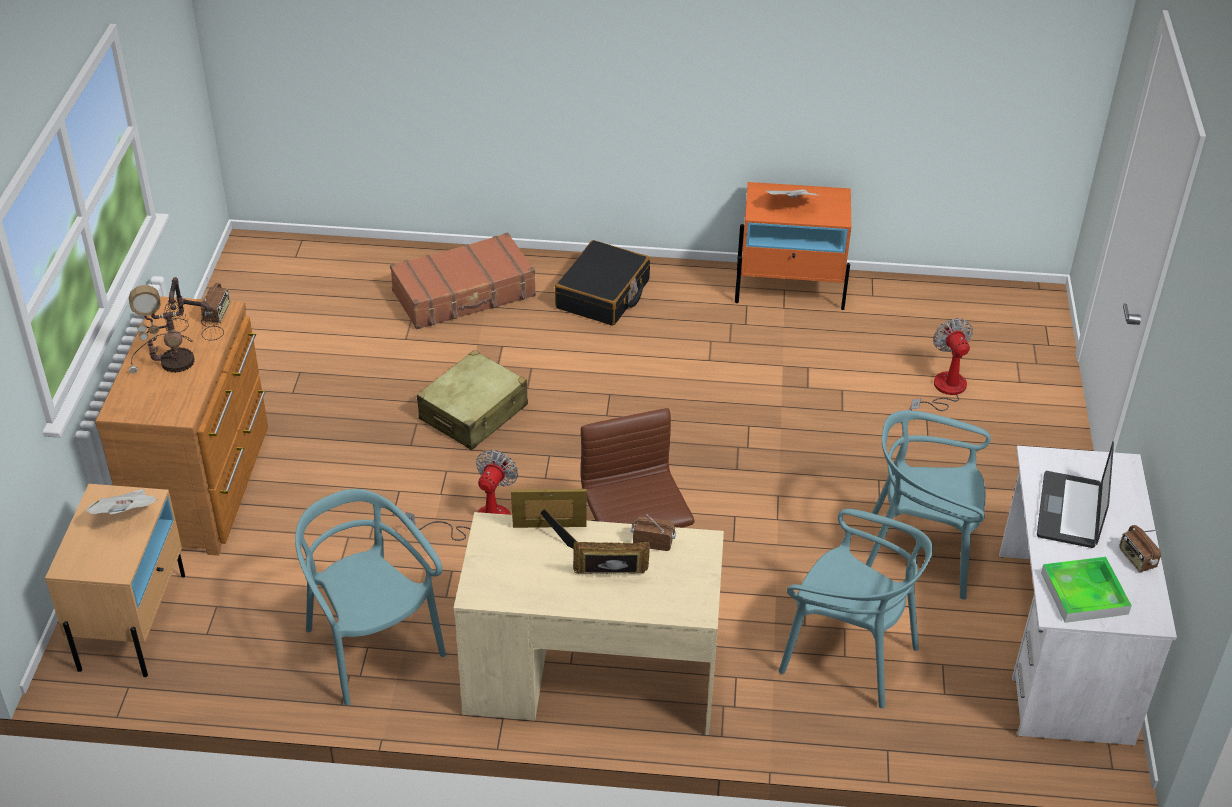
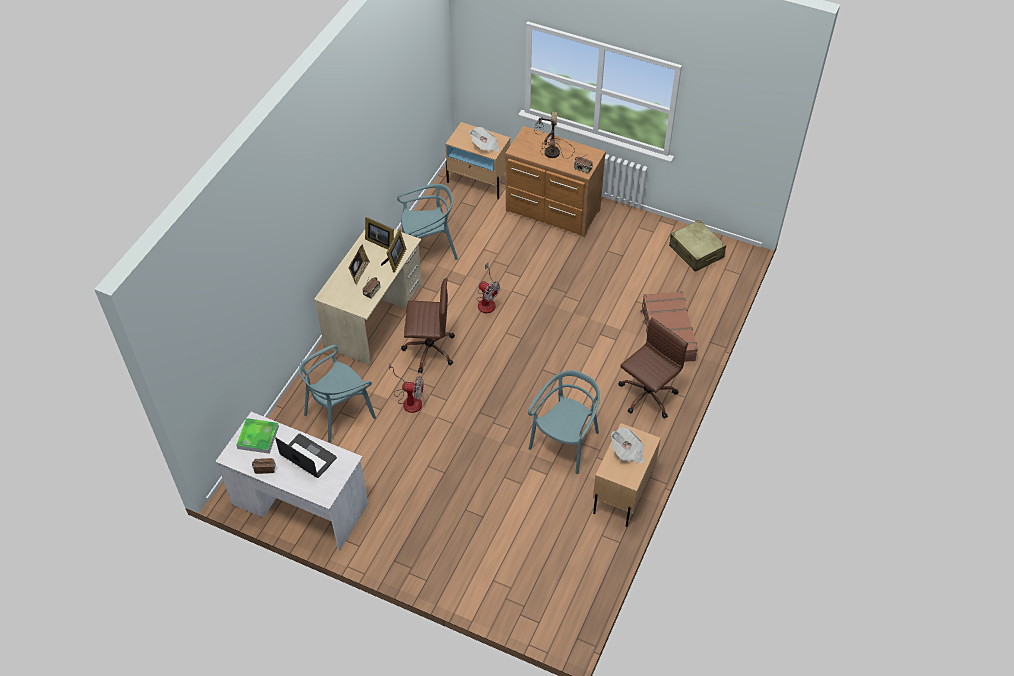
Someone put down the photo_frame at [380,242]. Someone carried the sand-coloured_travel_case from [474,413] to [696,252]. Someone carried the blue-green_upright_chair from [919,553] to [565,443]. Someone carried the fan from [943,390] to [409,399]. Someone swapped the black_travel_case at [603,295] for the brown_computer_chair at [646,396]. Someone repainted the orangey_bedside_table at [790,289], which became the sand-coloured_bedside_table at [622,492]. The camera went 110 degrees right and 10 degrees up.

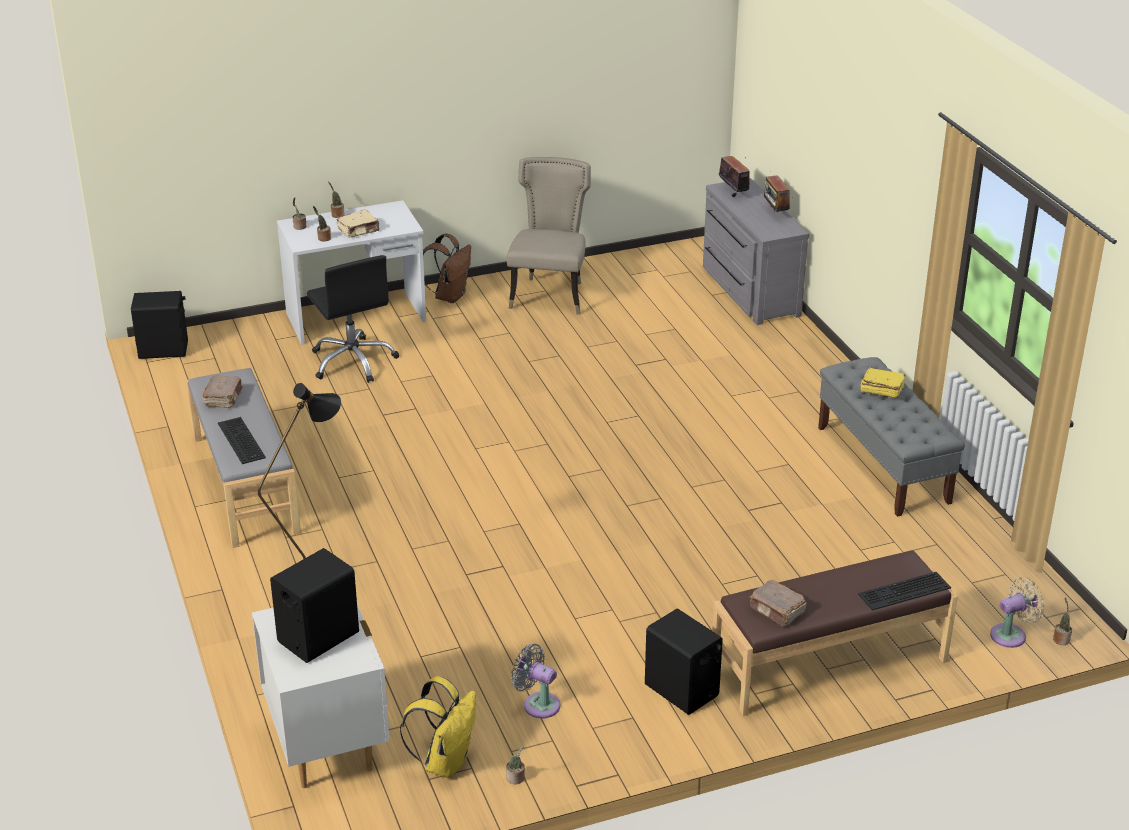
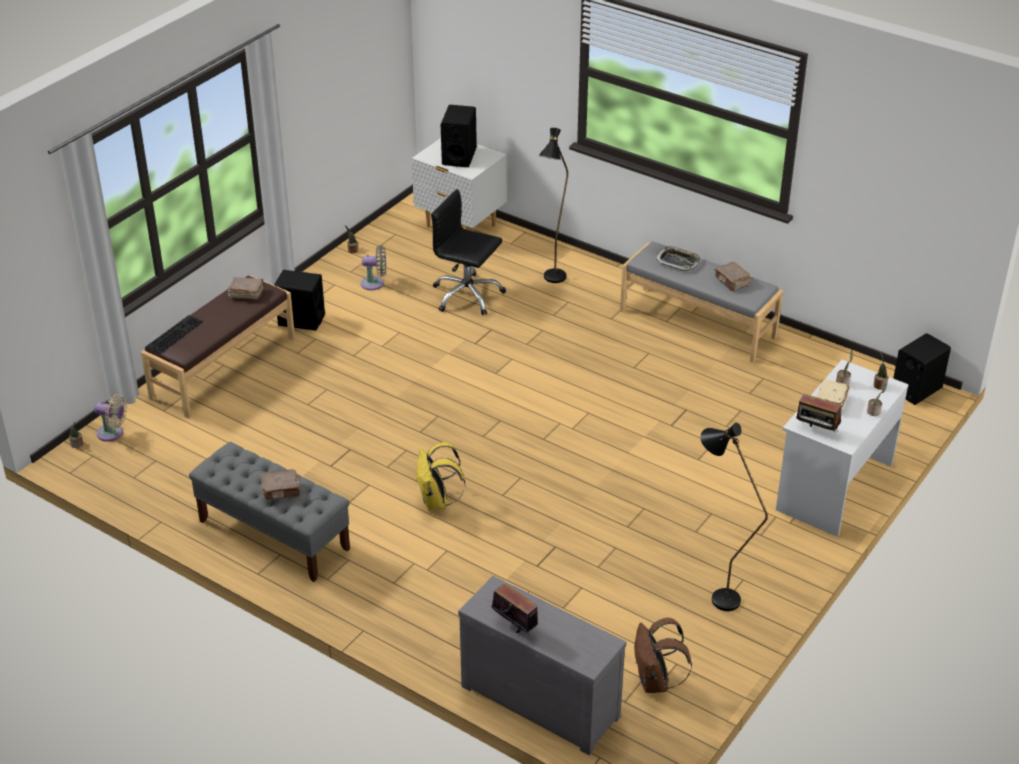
Someone carried the black_computer_chair from [353,361] to [467,295]. Someone carried the yellowish_backpack from [445,762] to [437,502]. Someone carried the brown_backpack from [449,296] to [655,682]. Someone carried the radio_receiver from [733,193] to [816,430]. Someone swapped the keyboard at [239,440] for the tray at [678,262]. Someone swapped the sand-coloured_upright_chair at [550,294] for the black_standing_lamp at [716,596]. Someone repainted the yellowish_volume at [881,390], which became the brown_volume at [281,491]. Someone rotated the sand-coloured_fan at [1011,635] by 105 degrees counterclockwise. The camera went 145 degrees right and 5 degrees up.

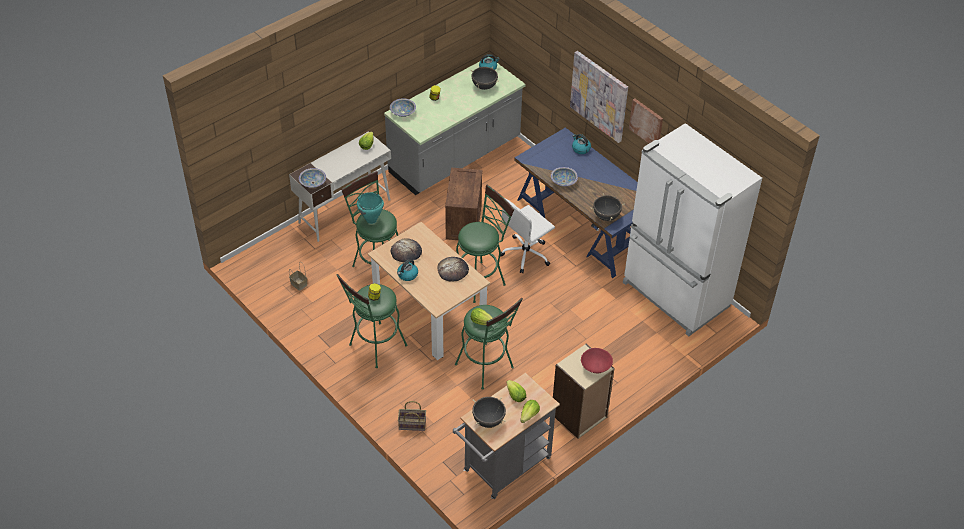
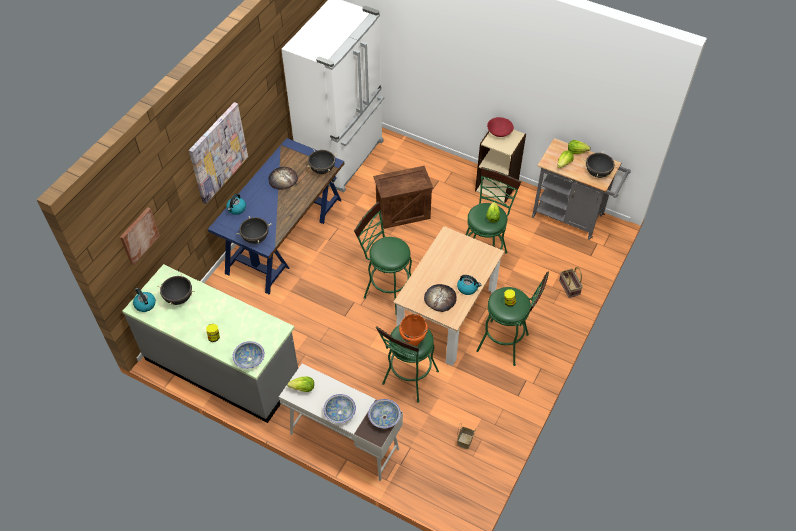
Someone took away the whitish_computer_chair at [526,254]. Someone put down the black_saucepot at [255,238]. Someone carried the bakery_bread from [453,270] to [283,179]. Someone carried the packing_crate from [464,222] to [403,212]. Someone carried the deep_dish from [563,181] to [340,412]. Someone carried the wall_picture from [646,122] to [139,235]. Someone repainted the blue-green_saucepot at [371,220], which became the orangey_saucepot at [413,342]. The camera went 110 degrees left and 5 degrees up.

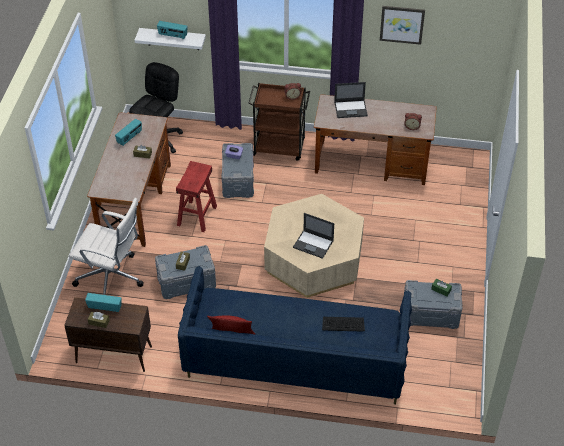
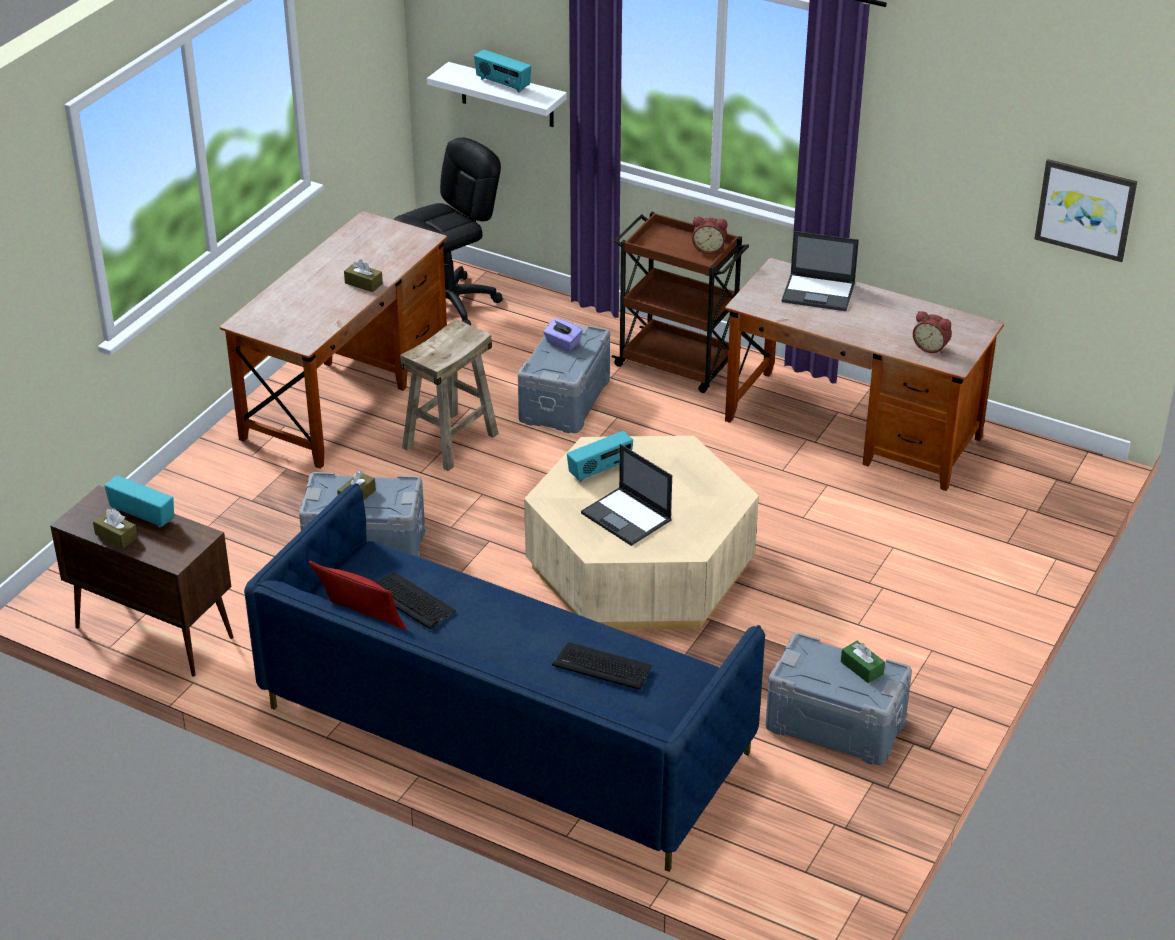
Someone took away the whitish_computer_chair at [112,278]. Someone put down the keyboard at [411,601]. Someone carried the radio_receiver from [129,138] to [600,470]. Someone carried the wall_picture from [402,24] to [1085,209]. Someone repainted the red-coloured_stool_seat at [197,216], which became the sand-coloured_stool_seat at [450,441]. The camera went 20 degrees right and 10 degrees down.

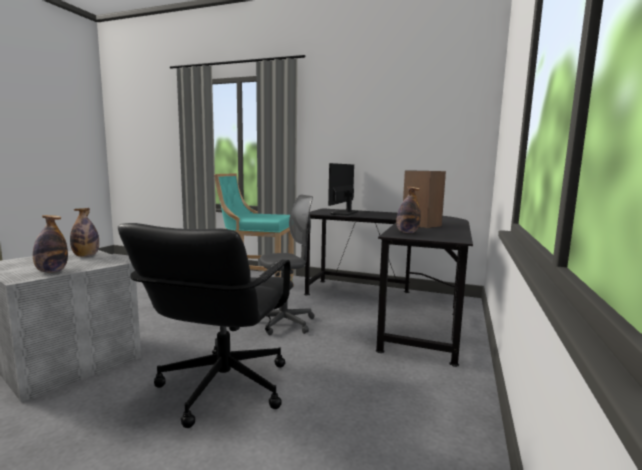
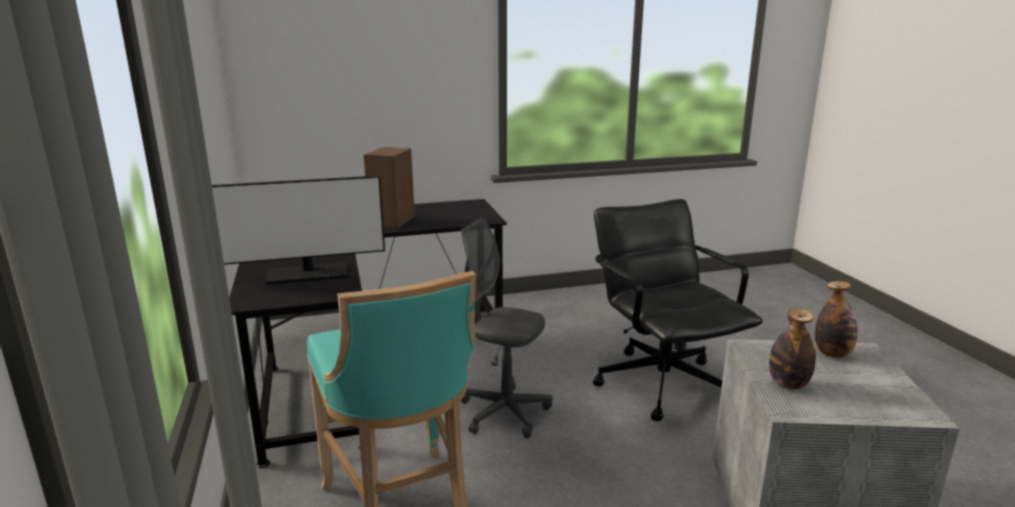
Someone took away the beverage_bottle at [407,232]. Someone rotated the black_computer_chair at [222,386] by 90 degrees counterclockwise. The camera went 125 degrees left and 10 degrees up.

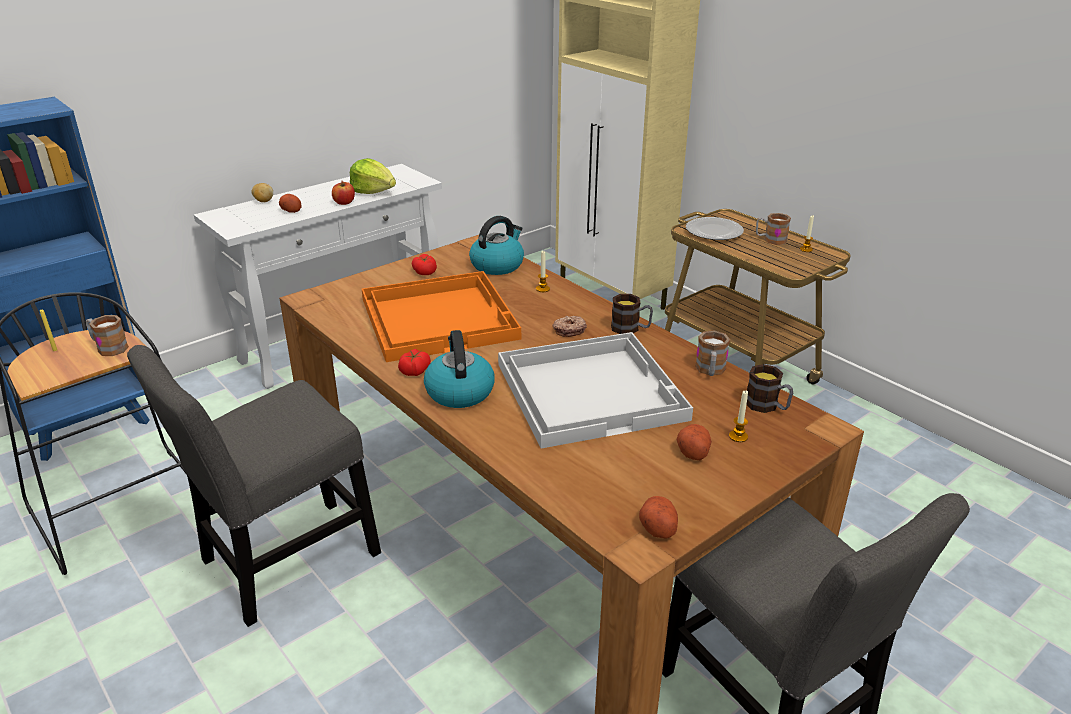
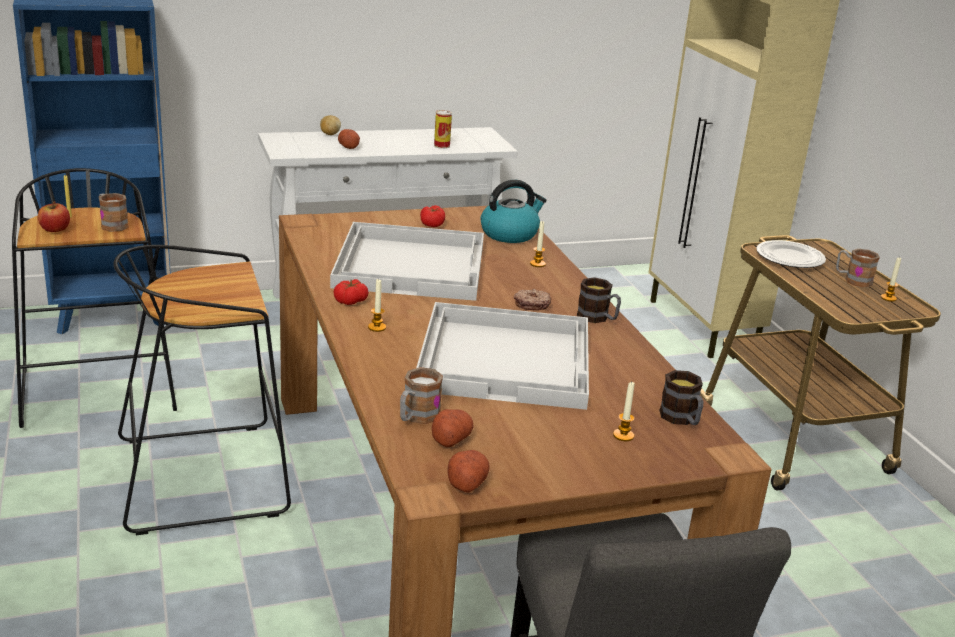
Someone carried the apple from [344,202] to [55,229]. Someone carried the whole_potato from [692,451] to [451,438]. Someone carried the tea_mug from [710,371] to [416,417]. Someone swapped the gray_upright_chair at [283,562] for the black_stool_seat at [205,475]. Someone swapped the head_of_lettuce at [373,191] for the can at [442,146]. Someone swapped the water_kettle at [459,391] for the wax_light at [377,327]. Someone repainted the orangey_tray at [439,318], which became the whitish_tray at [412,264]. The camera went 20 degrees right and 5 degrees down.

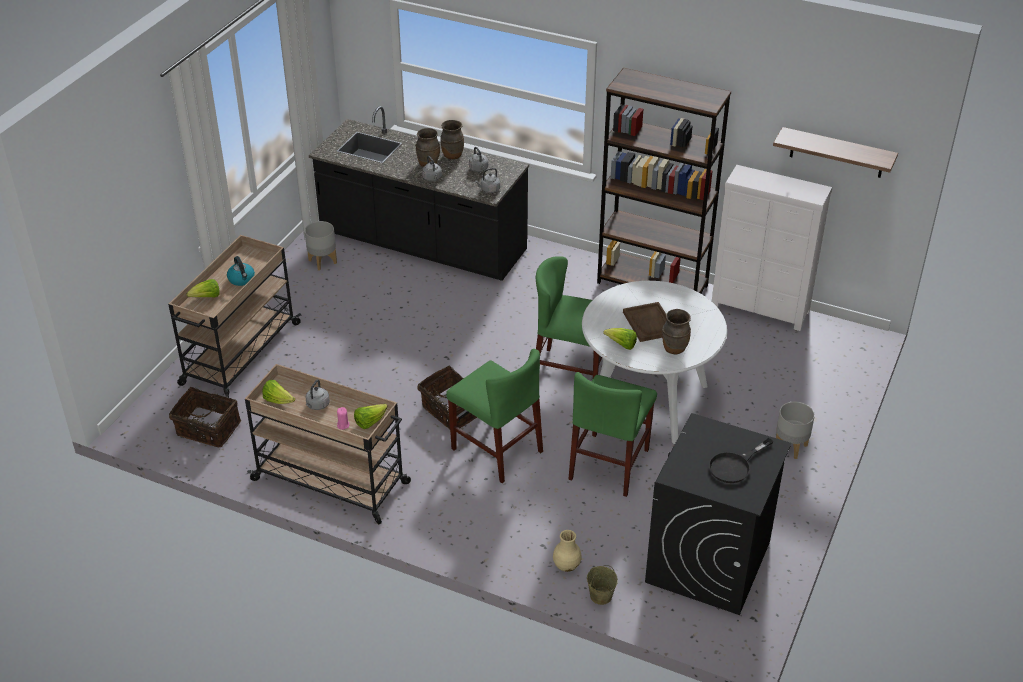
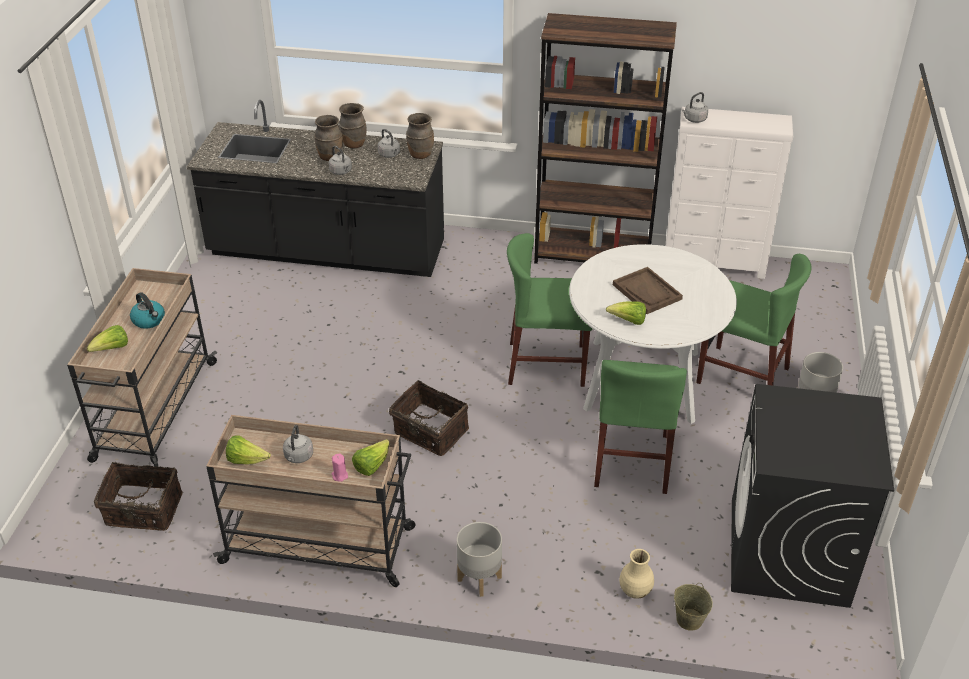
Someone took away the black_frying_pan at [735,465]. Someone took away the shelf at [837,153]. Someone carried the gray_plant_pot from [322,262] to [479,579]. Someone carried the greenish_upright_chair from [496,450] to [742,375]. Someone carried the gray_water_kettle from [489,190] to [694,119]. Someone carried the brown_vase from [674,348] to [420,154]. The camera went 15 degrees left and 0 degrees up.

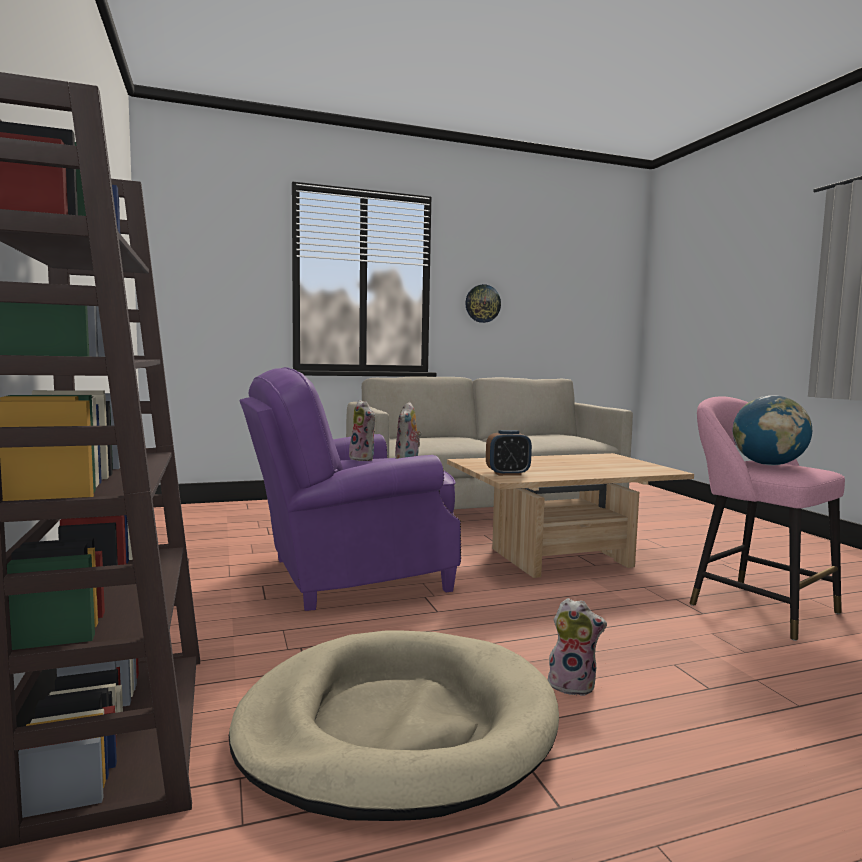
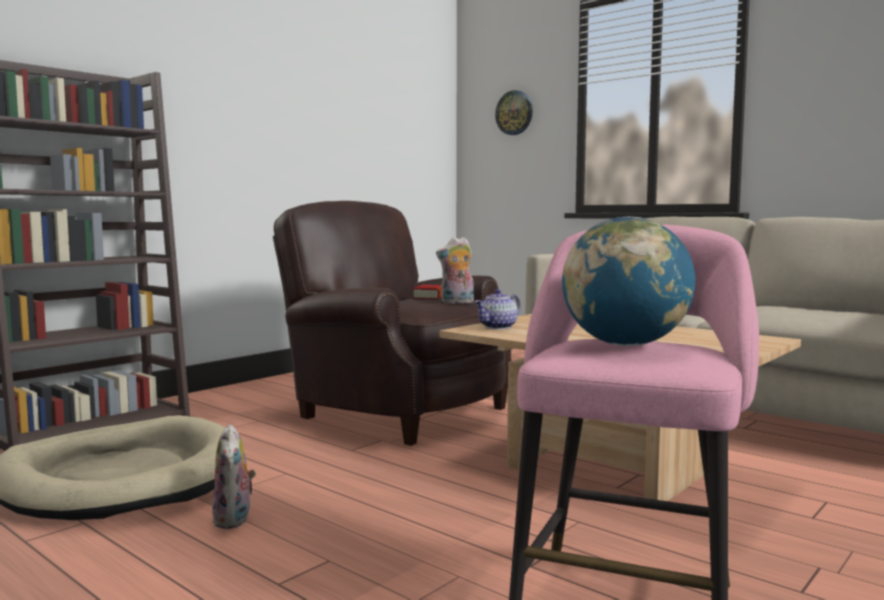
Someone carried the clock_on_the_wall from [482,303] to [514,113]. Someone swapped the soft_toy at [364,459] for the volume at [430,297]. Someone swapped the table_clock at [507,474] for the pot_for_tea at [498,327]. Someone repainted the purple_easy_chair at [349,575], which became the brown_easy_chair at [396,411]. The camera went 60 degrees right and 0 degrees up.

